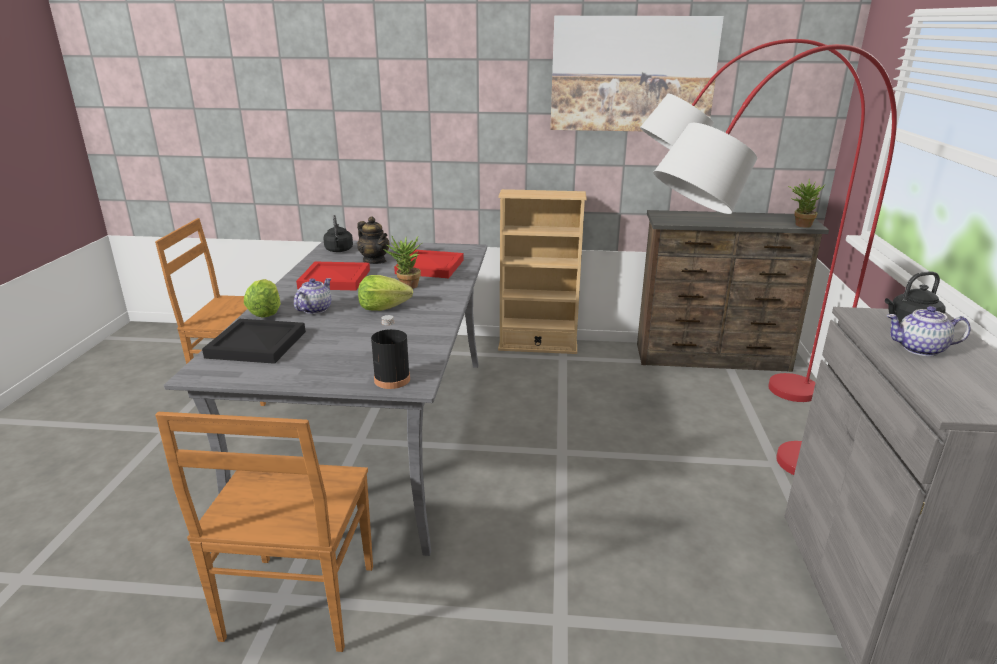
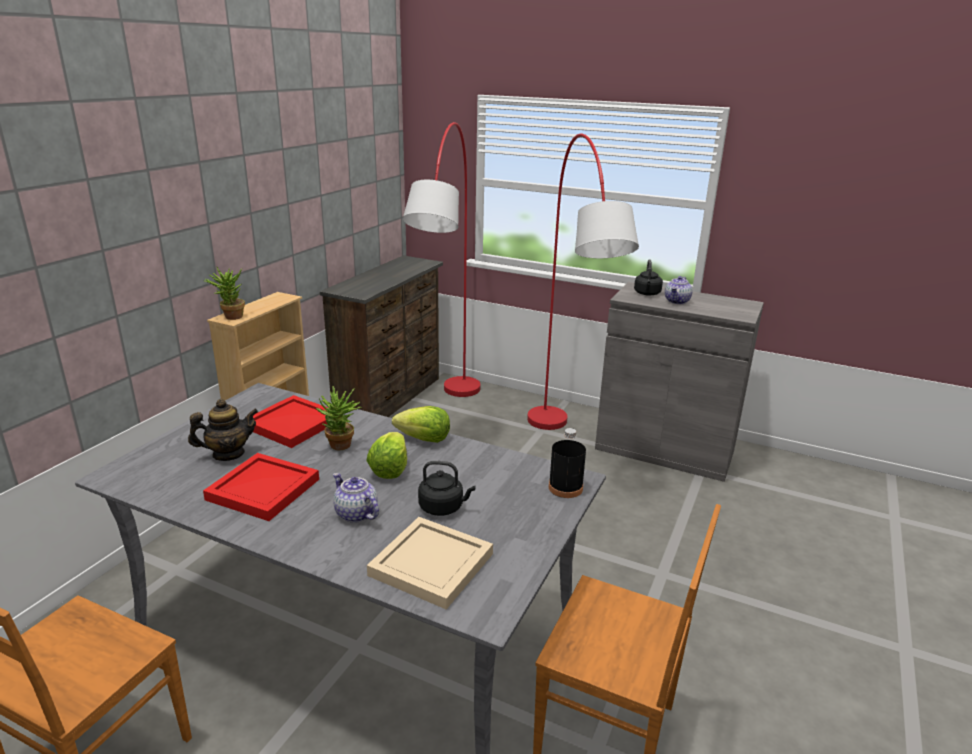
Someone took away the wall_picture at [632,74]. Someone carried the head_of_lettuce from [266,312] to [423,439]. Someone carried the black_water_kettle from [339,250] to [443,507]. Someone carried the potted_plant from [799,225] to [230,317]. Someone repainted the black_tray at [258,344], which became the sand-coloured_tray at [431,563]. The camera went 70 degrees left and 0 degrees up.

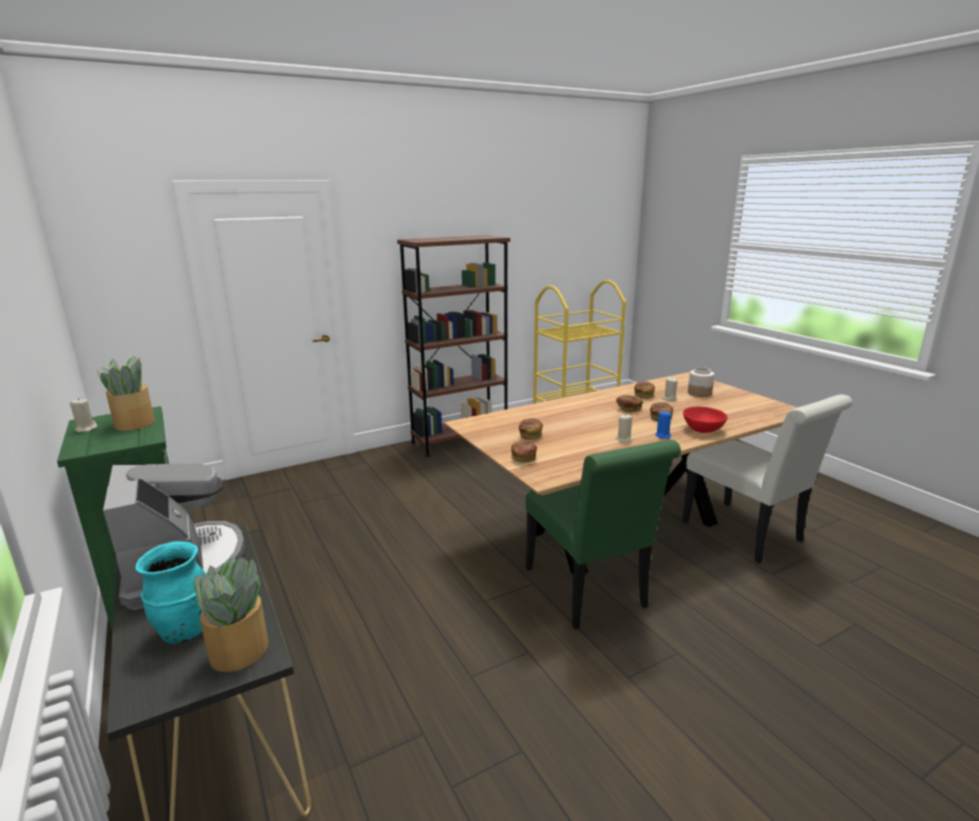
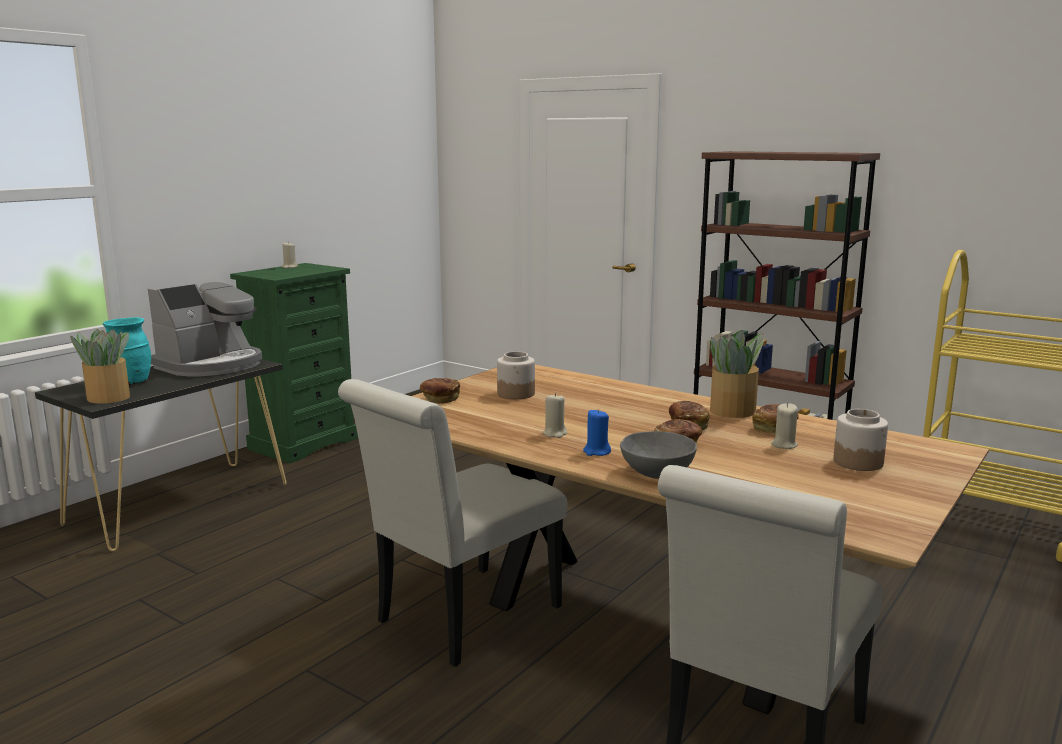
Someone carried the potted_plant from [135,423] to [734,410]. Someone swapped the bakery_bread at [531,435] for the jar at [516,394]. Someone repainted the greenish_upright_chair at [589,592], which became the whitish_upright_chair at [460,619]. Someone repainted the red-coloured_deep_dish at [703,430], which became the gray_deep_dish at [657,473]. The camera went 65 degrees right and 5 degrees down.

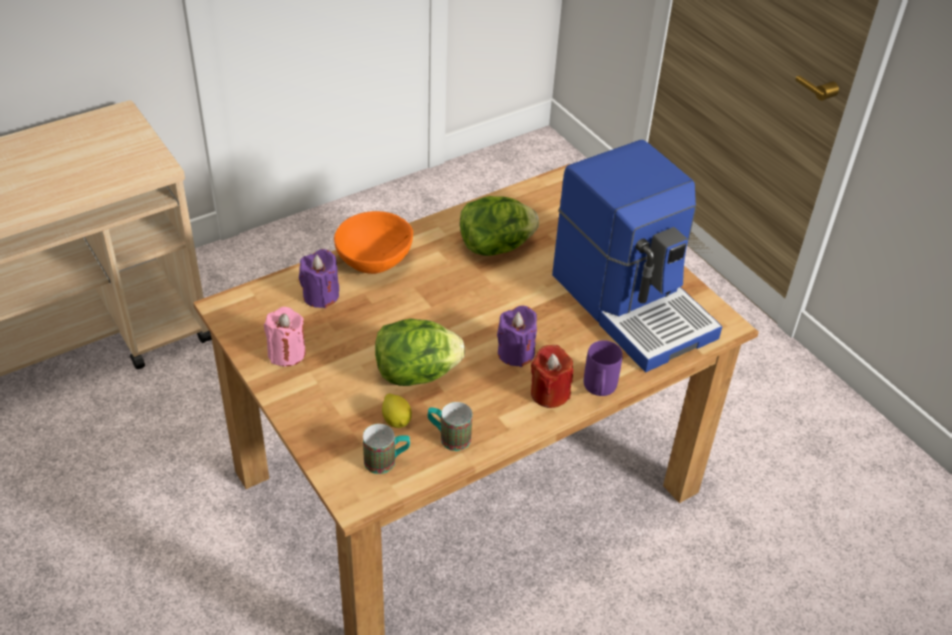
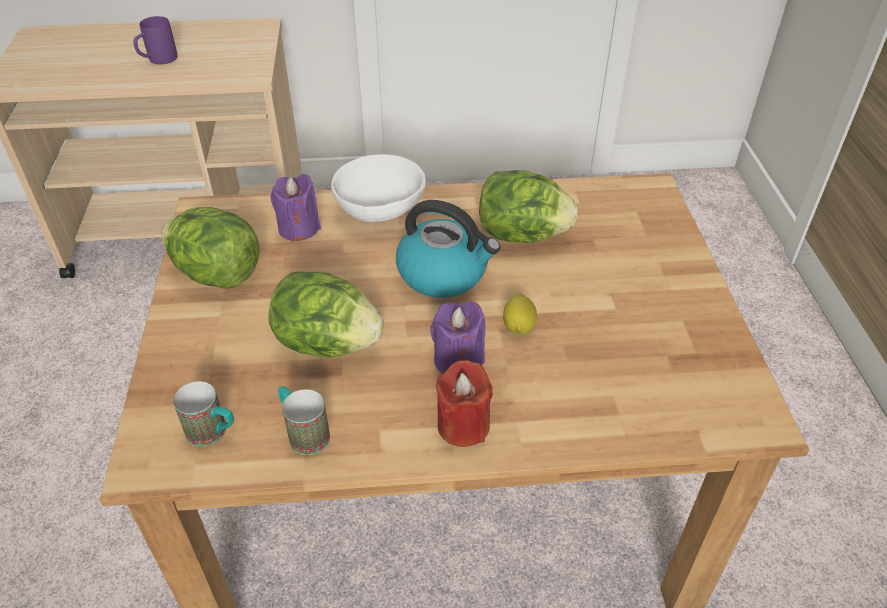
Someone took away the coffee_maker at [633,304]. Someone put down the water_kettle at [444,273]. Someone carried the lemon from [396,420] to [519,326]. Someone carried the purple_tea_mug from [599,390] to [158,61]. Someone swapped the pink-coloured_wax_light at [286,353] for the head_of_lettuce at [217,274]. Someone repainted the orangey_deep_dish at [375,261], which became the whitish_deep_dish at [381,211]. The camera went 30 degrees right and 0 degrees up.

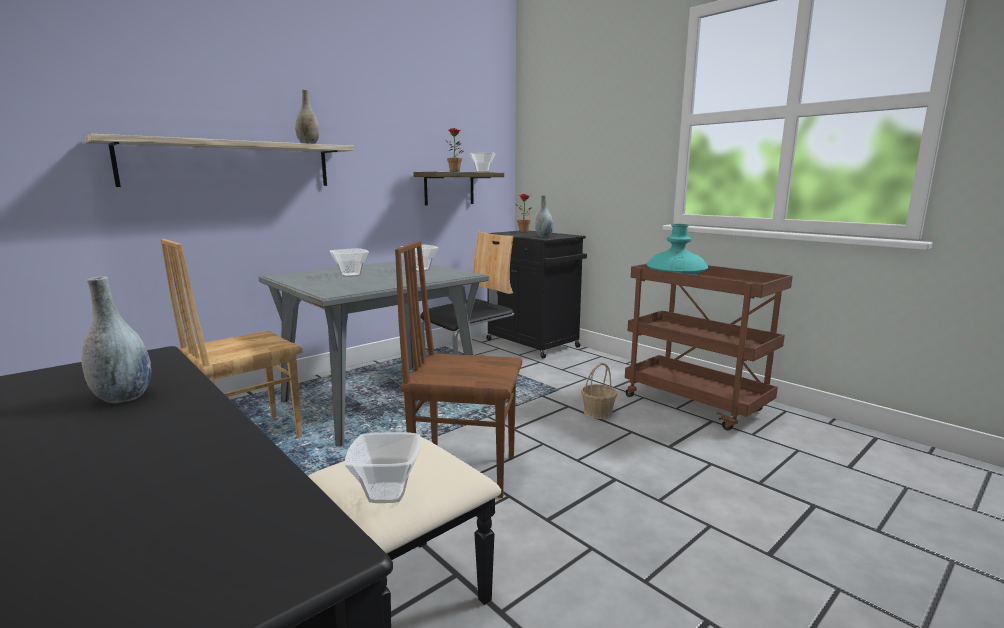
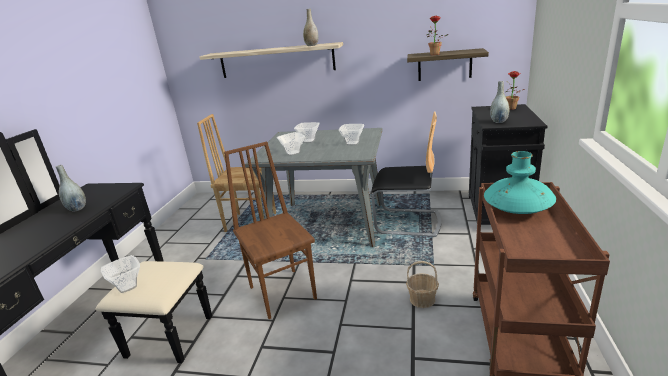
Someone carried the deep_dish from [483,172] to [293,153]. The camera went 55 degrees right and 10 degrees up.

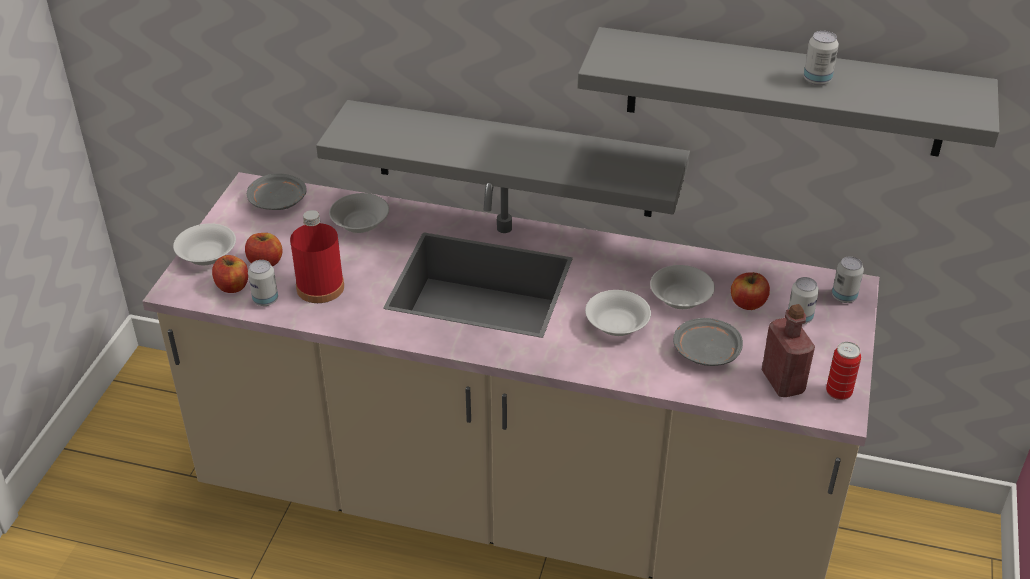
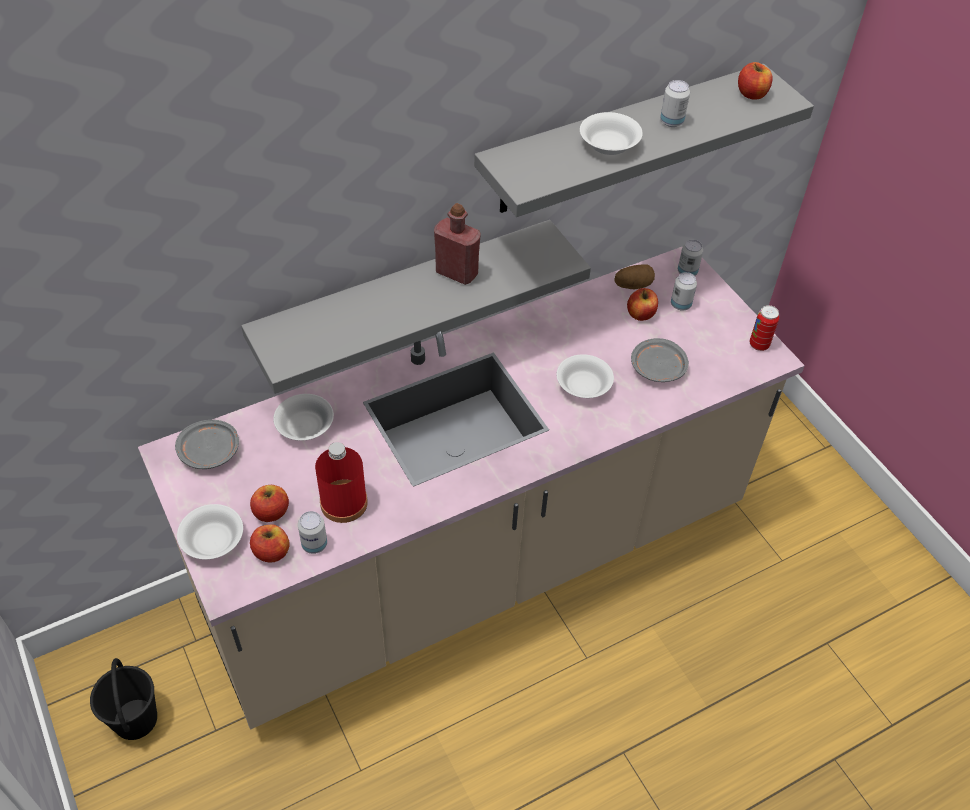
Someone put down the black_water_bucket at [135,718]. Someone put down the whole_potato at [633,285]. Someone put down the apple at [751,94]. Someone carried the whitish_deep_dish from [680,299] to [609,146]. Someone carried the red-coloured_beverage_bottle from [782,382] to [456,273]. The camera went 45 degrees left and 10 degrees up.

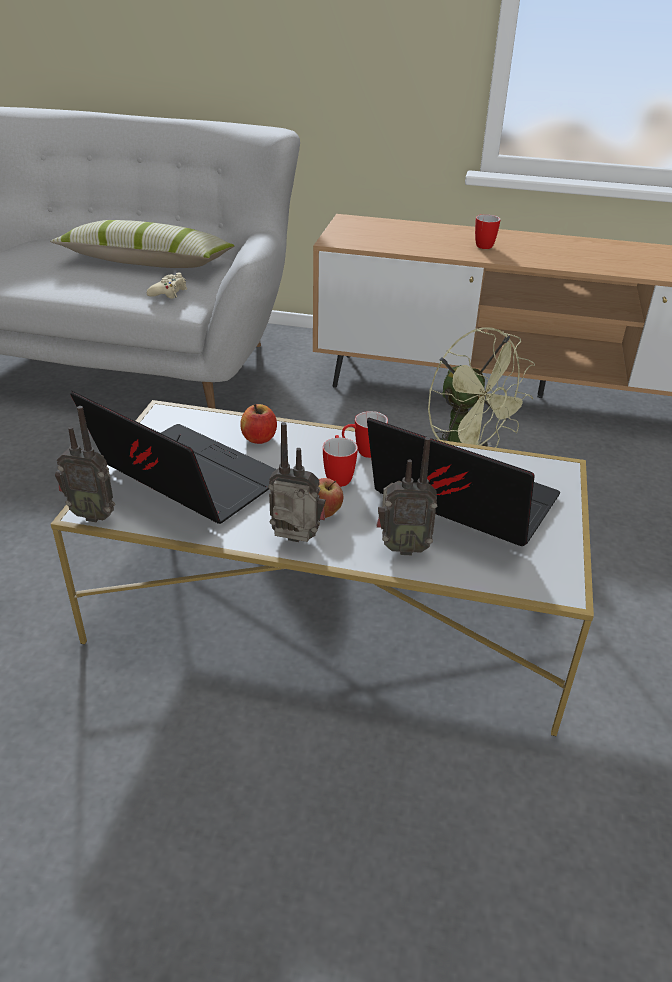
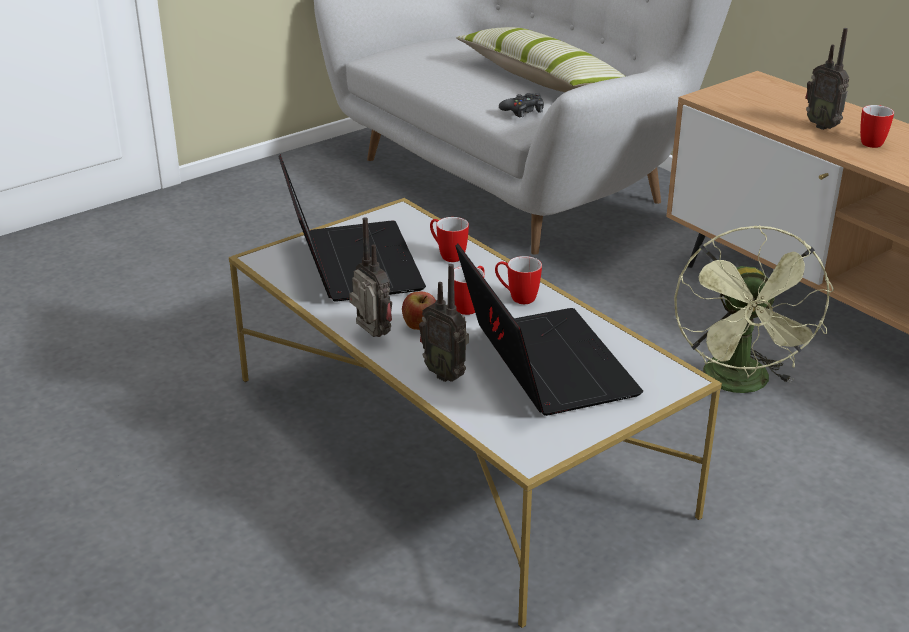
Someone carried the radio_receiver from [93,514] to [823,126]. Someone swapped the apple at [259,438] for the tea_mug at [447,255]. Someone repainted the sand-coloured_joypad at [168,292], which became the black_joypad at [523,111]. The camera went 40 degrees right and 5 degrees down.

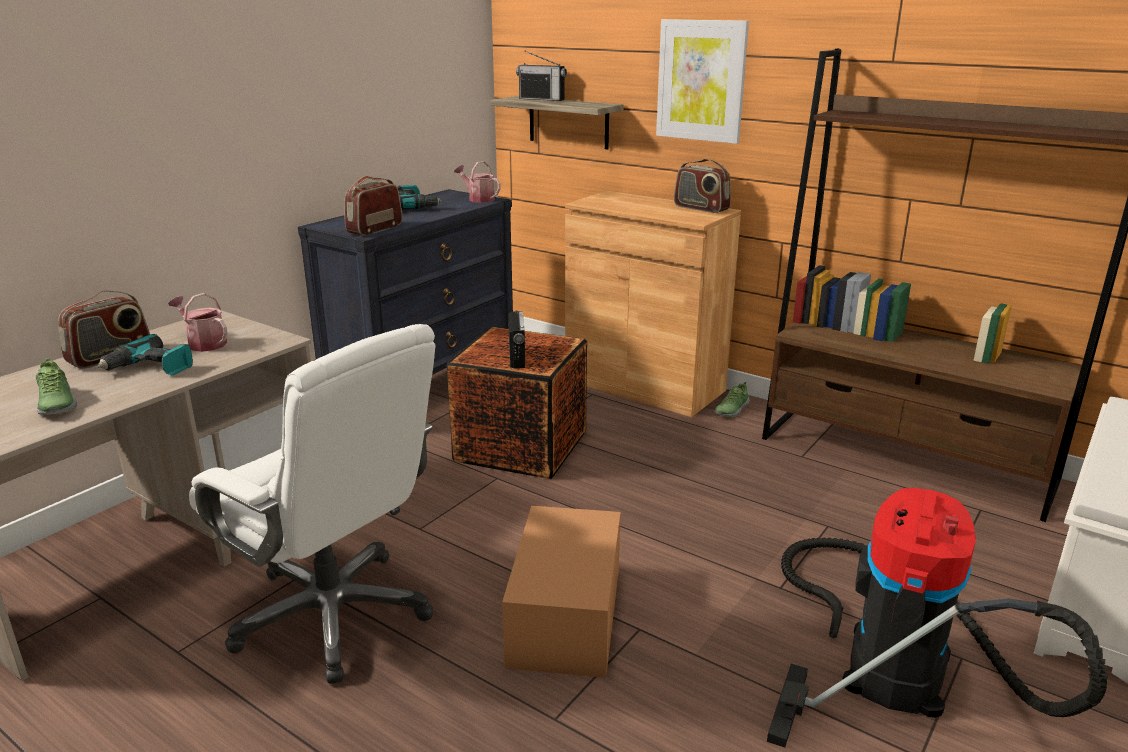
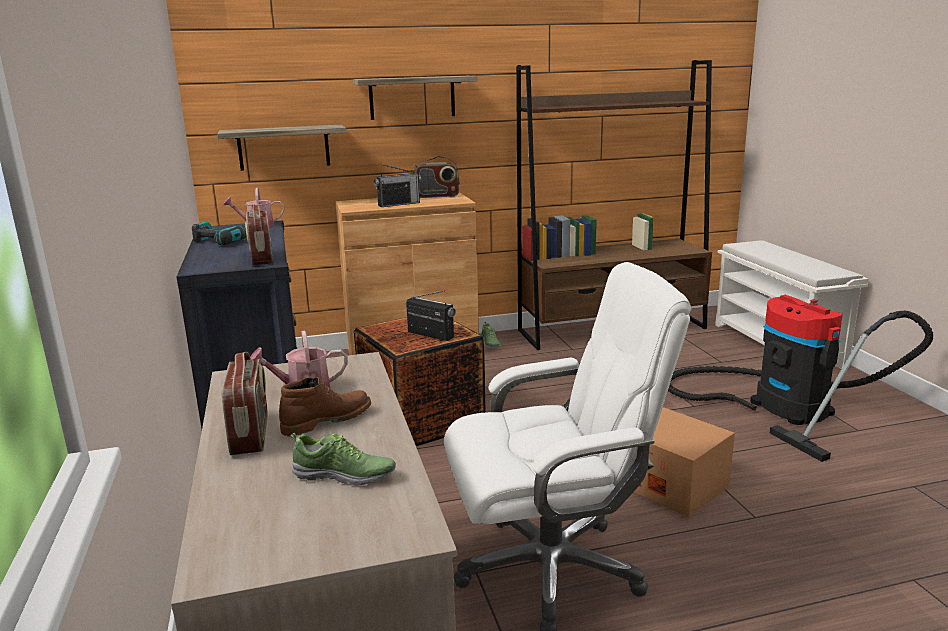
Someone carried the radio_receiver from [542,99] to [398,204]. Someone swapped the drill at [150,368] for the brown_high-top_boot at [326,420]. Someone swapped the wall_picture at [701,81] for the shelf at [412,97]. The camera went 50 degrees left and 5 degrees down.

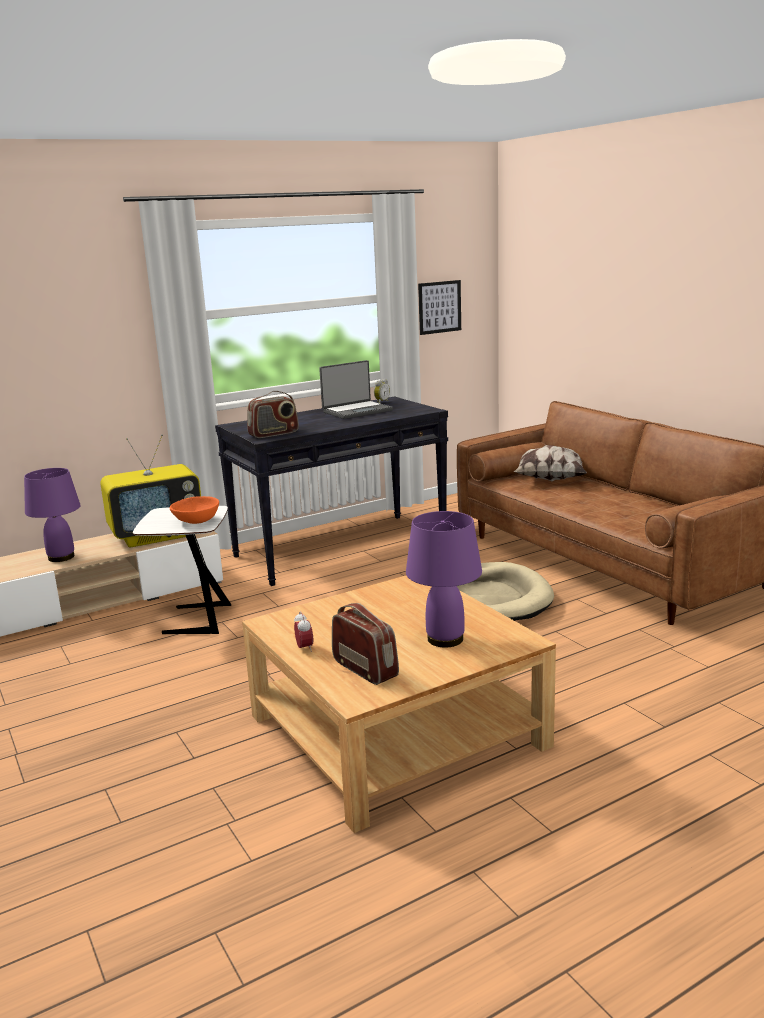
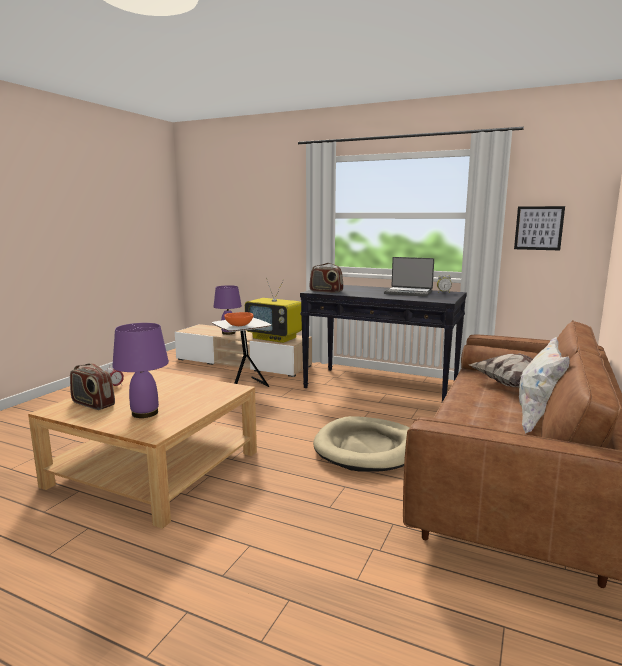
Someone put down the whitish_cushion at [537,419]. Someone rotated the radio_receiver at [365,669] by 105 degrees clockwise. The camera went 55 degrees right and 5 degrees down.

